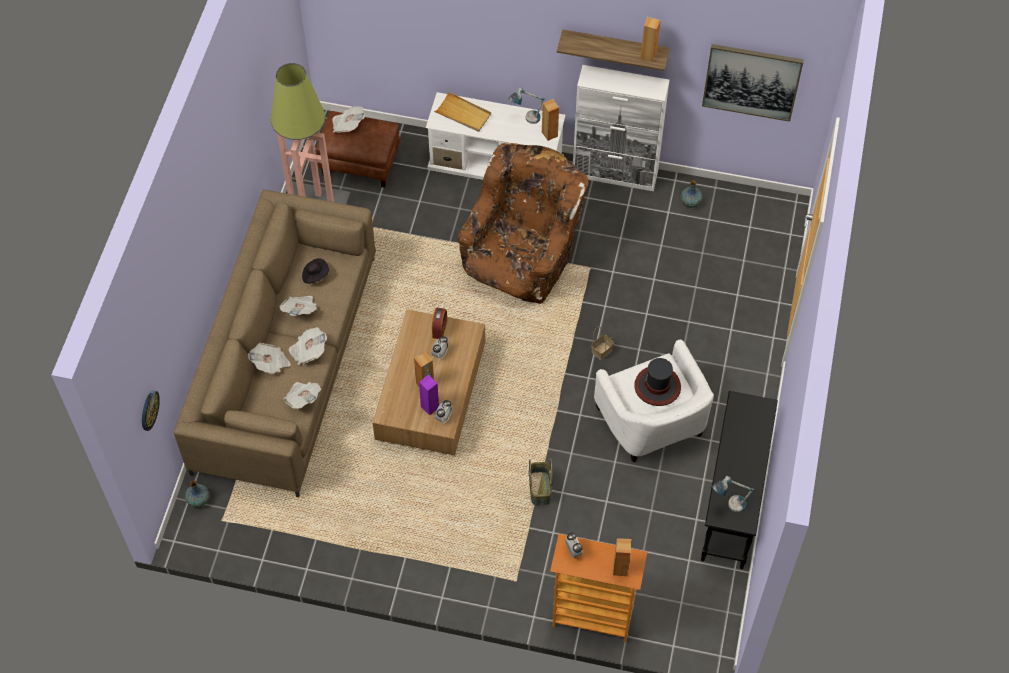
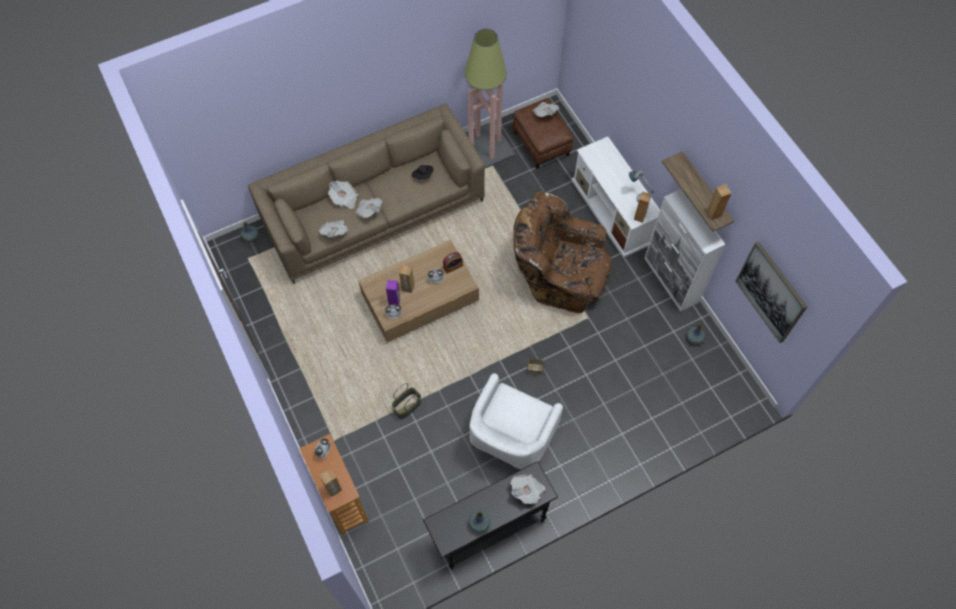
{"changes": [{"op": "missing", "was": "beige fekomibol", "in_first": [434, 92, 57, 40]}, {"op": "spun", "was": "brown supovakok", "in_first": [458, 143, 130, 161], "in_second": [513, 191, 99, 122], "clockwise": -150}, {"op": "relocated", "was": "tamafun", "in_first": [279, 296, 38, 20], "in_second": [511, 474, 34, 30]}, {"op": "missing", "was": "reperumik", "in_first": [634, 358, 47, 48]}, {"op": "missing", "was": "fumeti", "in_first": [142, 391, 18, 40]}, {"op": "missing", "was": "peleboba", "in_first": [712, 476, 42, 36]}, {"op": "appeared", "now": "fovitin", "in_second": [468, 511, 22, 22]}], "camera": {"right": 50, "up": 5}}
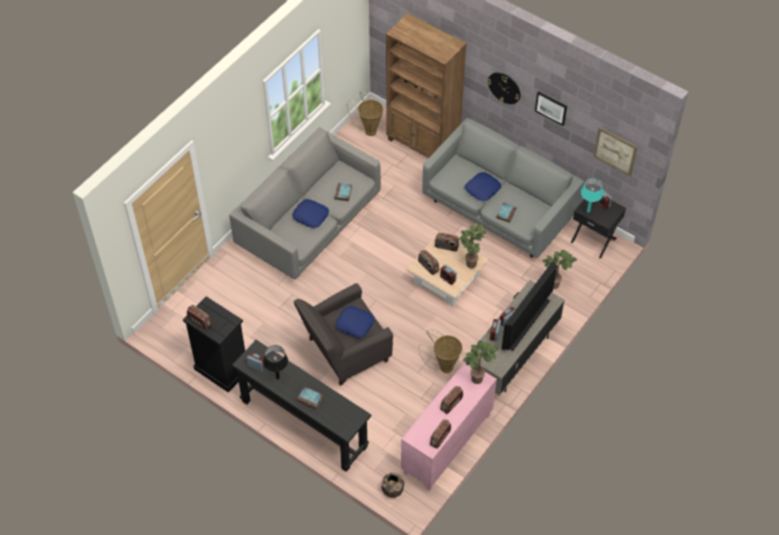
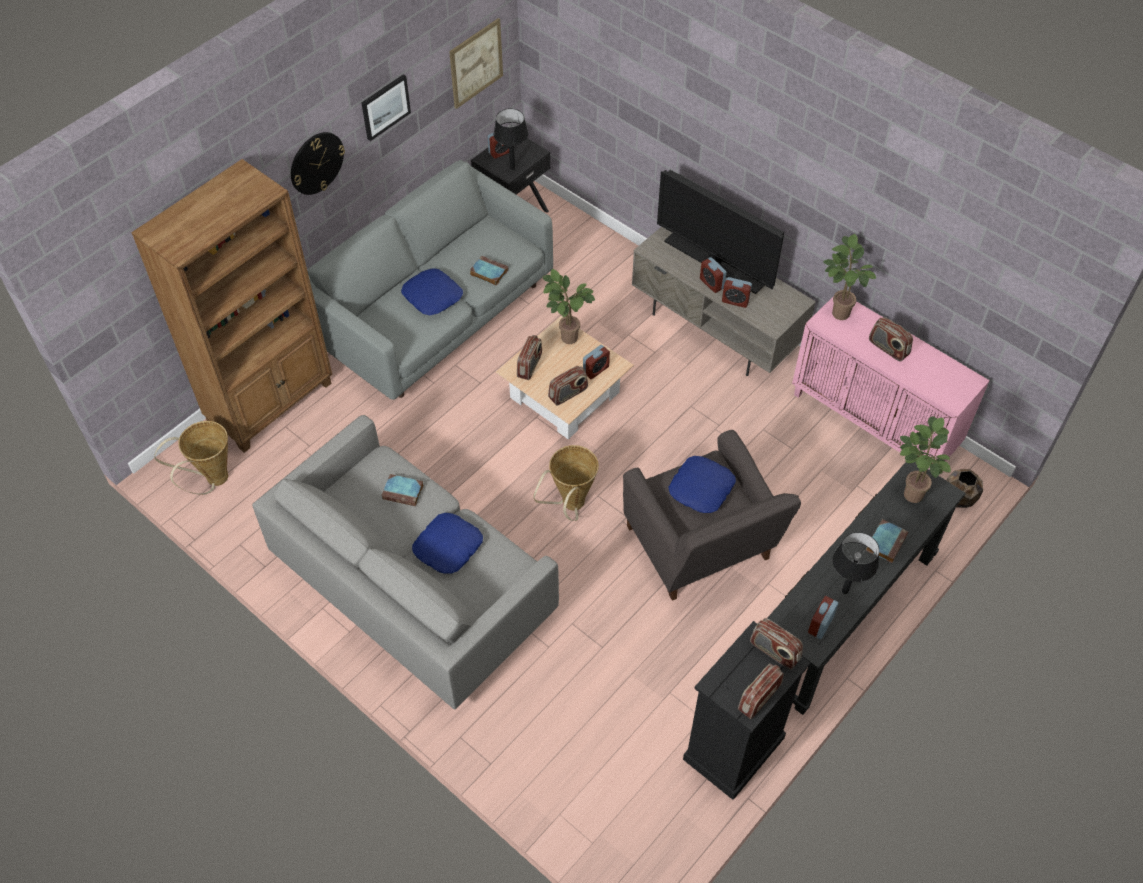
{"changes": [{"op": "colour", "was": "turquoise peleboba", "now": "black peleboba", "in_first": [581, 178, 22, 35], "in_second": [493, 108, 35, 62]}, {"op": "relocated", "was": "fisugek", "in_first": [542, 250, 35, 39], "in_second": [900, 416, 51, 87]}, {"op": "relocated", "was": "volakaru", "in_first": [418, 329, 45, 44], "in_second": [533, 445, 66, 76]}, {"op": "relocated", "was": "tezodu", "in_first": [430, 419, 21, 30], "in_second": [750, 618, 53, 52]}], "camera": {"right": -85, "up": 0}}
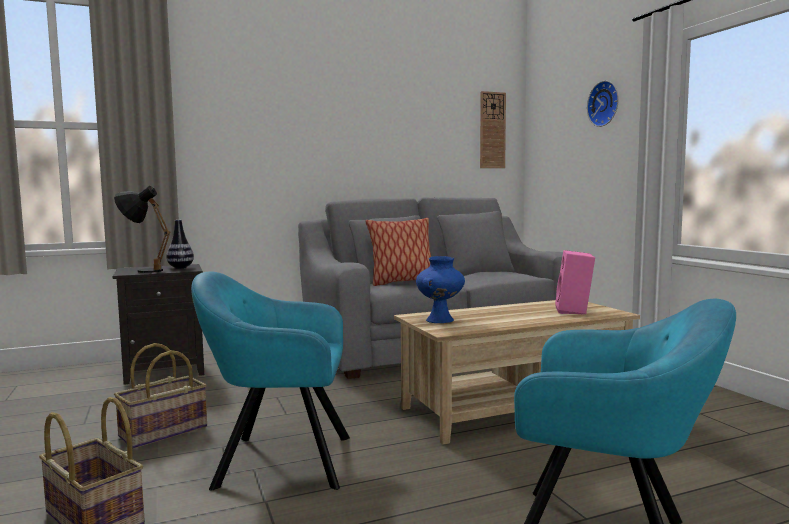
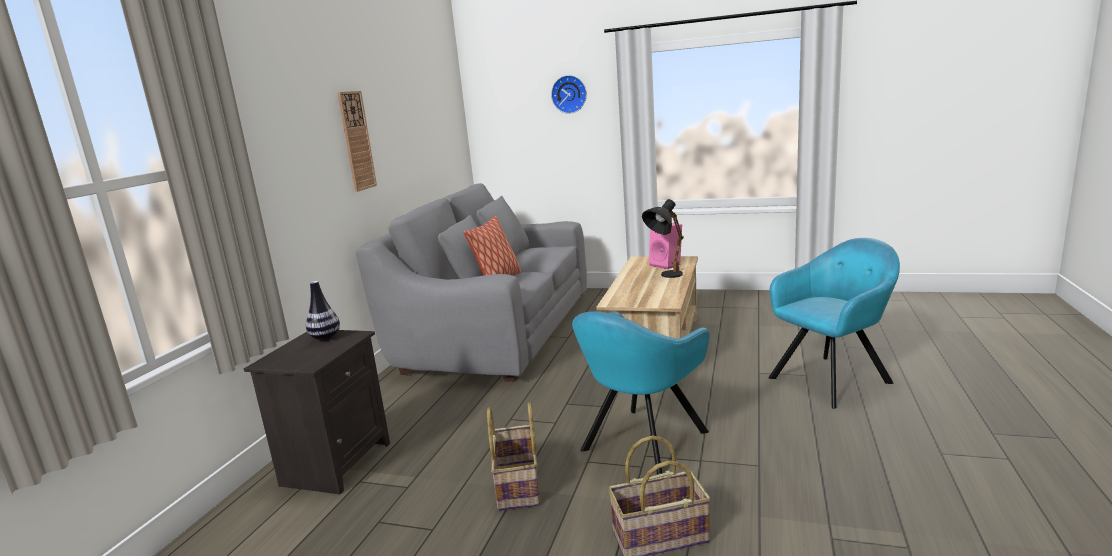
{"changes": [{"op": "relocated", "was": "fumeti", "in_first": [480, 91, 26, 77], "in_second": [337, 91, 40, 101]}, {"op": "relocated", "was": "black peleboba", "in_first": [114, 186, 56, 87], "in_second": [642, 199, 42, 79]}, {"op": "missing", "was": "blue fovitin", "in_first": [416, 256, 49, 67]}], "camera": {"right": -50, "up": 10}}
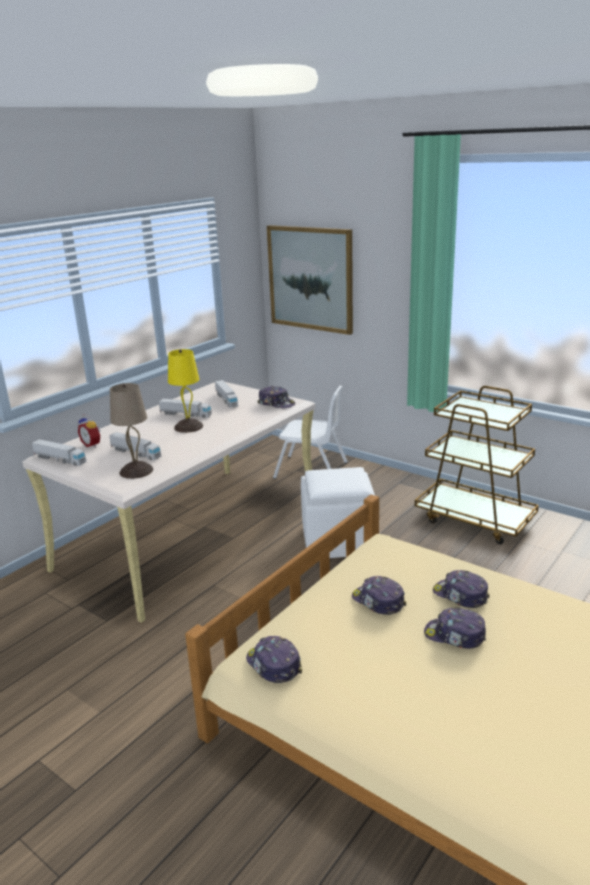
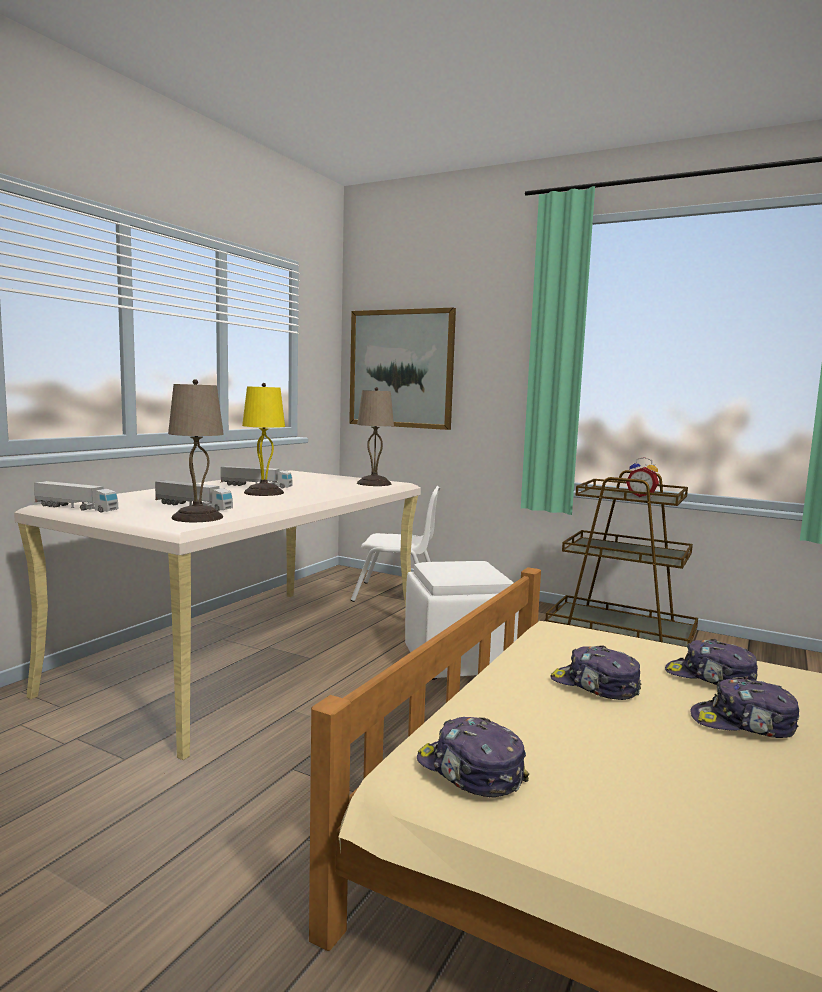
{"changes": [{"op": "missing", "was": "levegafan", "in_first": [215, 380, 23, 28]}, {"op": "exchanged", "was": "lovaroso", "now": "beige peleboba", "in_first": [258, 386, 37, 22], "in_second": [357, 387, 37, 99]}, {"op": "relocated", "was": "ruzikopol", "in_first": [78, 414, 23, 34], "in_second": [626, 457, 33, 41]}], "camera": {"right": -10, "up": -15}}
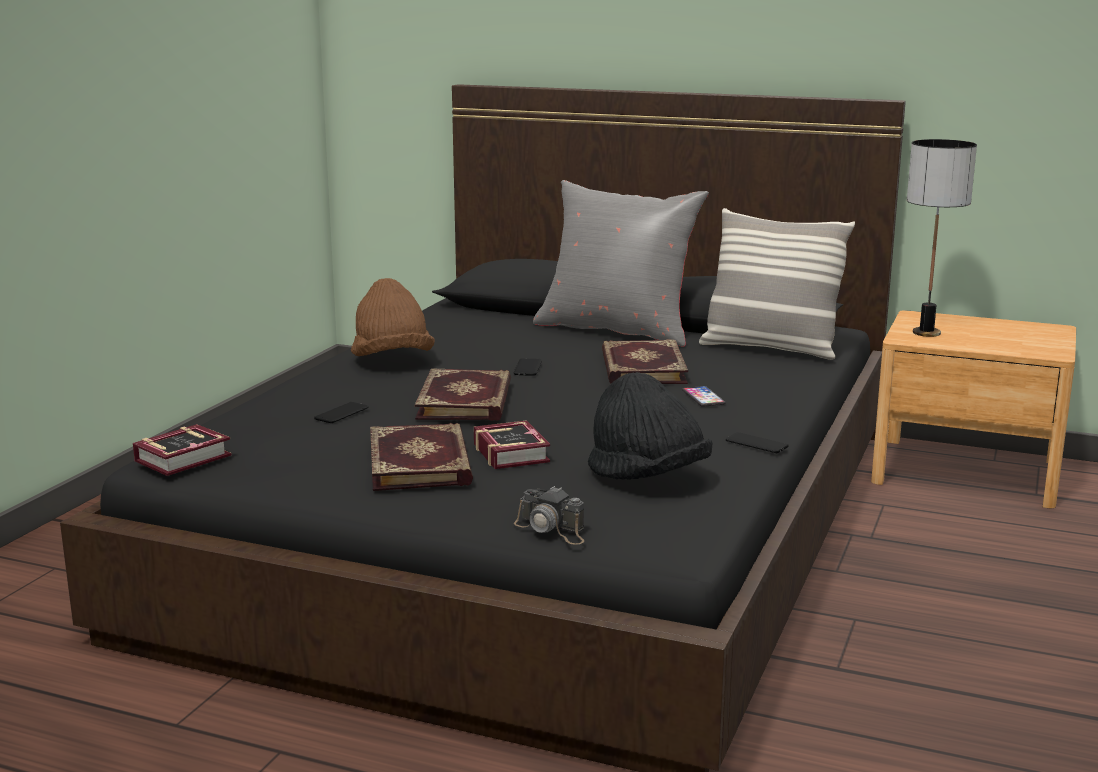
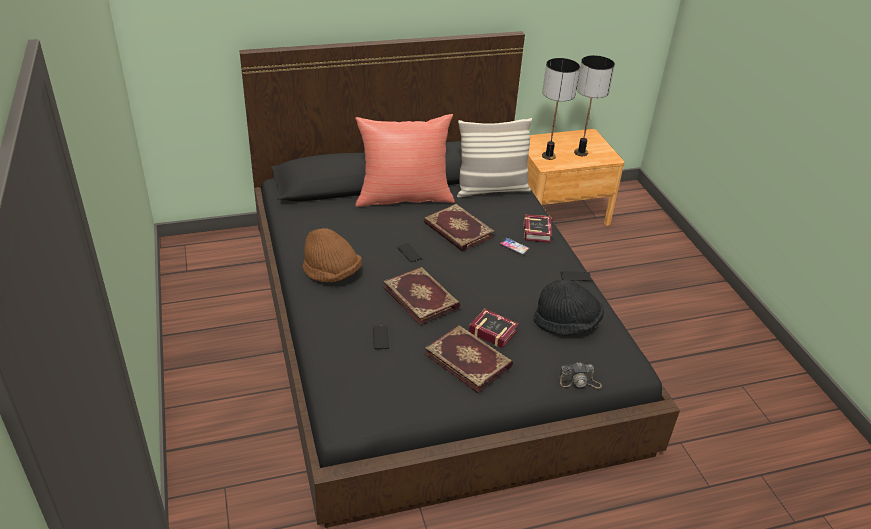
{"changes": [{"op": "colour", "was": "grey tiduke", "now": "red tiduke", "in_first": [533, 180, 176, 167], "in_second": [355, 114, 100, 93]}, {"op": "relocated", "was": "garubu", "in_first": [133, 424, 99, 52], "in_second": [523, 214, 29, 29]}, {"op": "appeared", "now": "peleboba", "in_second": [574, 55, 41, 101]}], "camera": {"right": -40, "up": 20}}
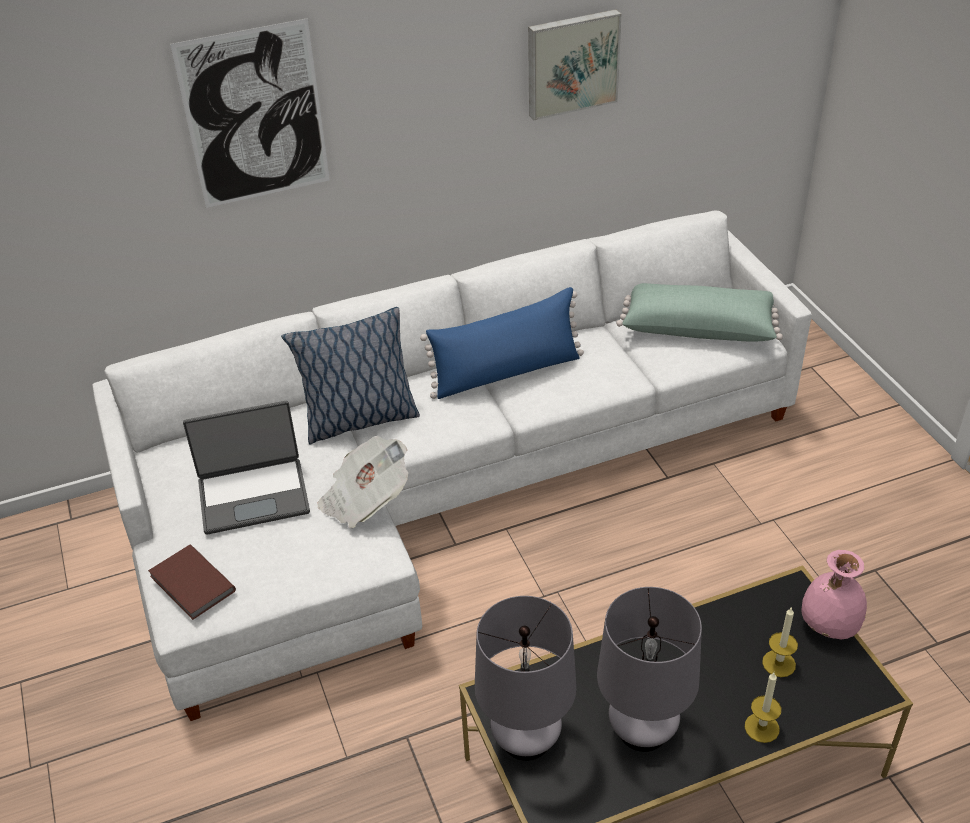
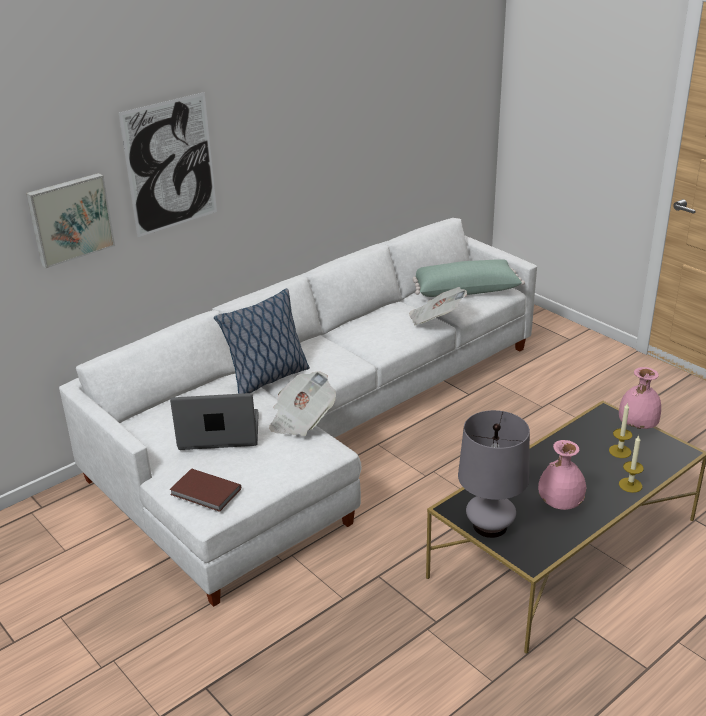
{"changes": [{"op": "relocated", "was": "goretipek", "in_first": [528, 9, 93, 111], "in_second": [26, 173, 89, 95]}, {"op": "missing", "was": "blue tiduke", "in_first": [420, 287, 164, 112]}, {"op": "spun", "was": "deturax", "in_first": [183, 401, 127, 134], "in_second": [170, 393, 88, 57], "clockwise": -150}, {"op": "exchanged", "was": "grey peleboba", "now": "pink fovitin", "in_first": [597, 587, 105, 165], "in_second": [538, 440, 48, 70]}, {"op": "appeared", "now": "tamafun", "in_second": [409, 287, 58, 39]}], "camera": {"right": -20, "up": -10}}
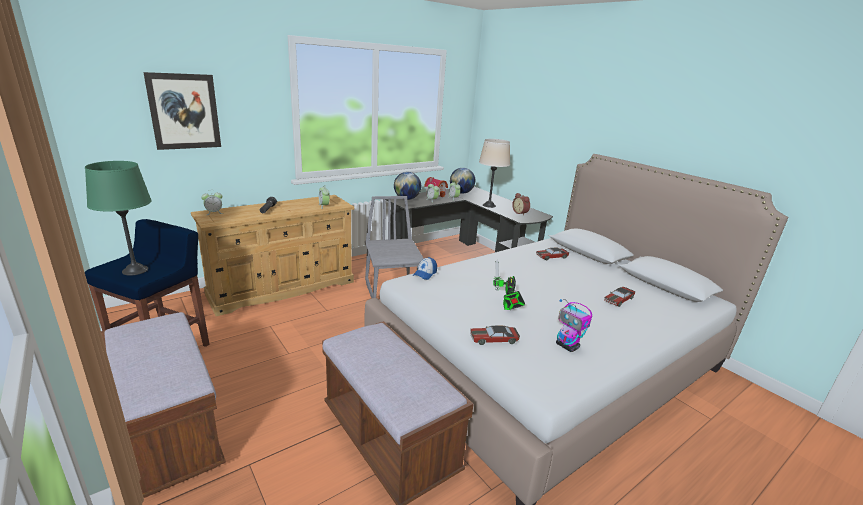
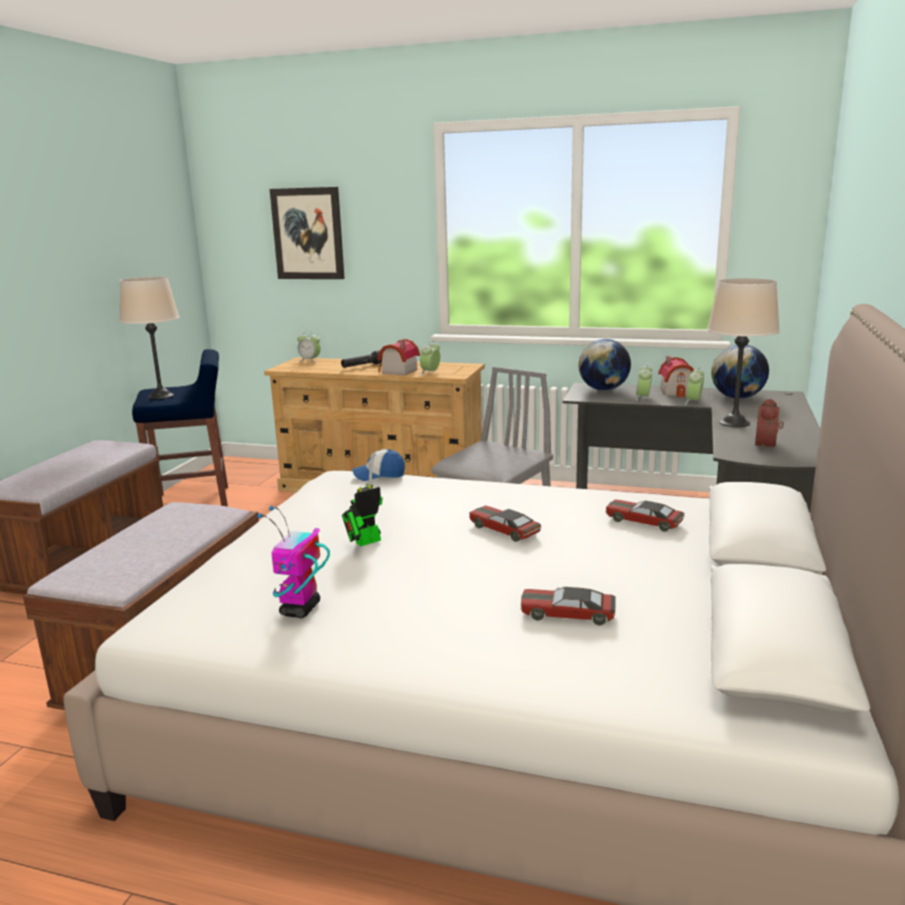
{"changes": [{"op": "colour", "was": "green peleboba", "now": "beige peleboba", "in_first": [85, 161, 67, 115], "in_second": [120, 276, 59, 123]}, {"op": "relocated", "was": "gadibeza", "in_first": [470, 326, 50, 19], "in_second": [469, 506, 72, 36]}, {"op": "appeared", "now": "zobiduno", "in_second": [378, 339, 42, 36]}], "camera": {"right": 55, "up": -5}}
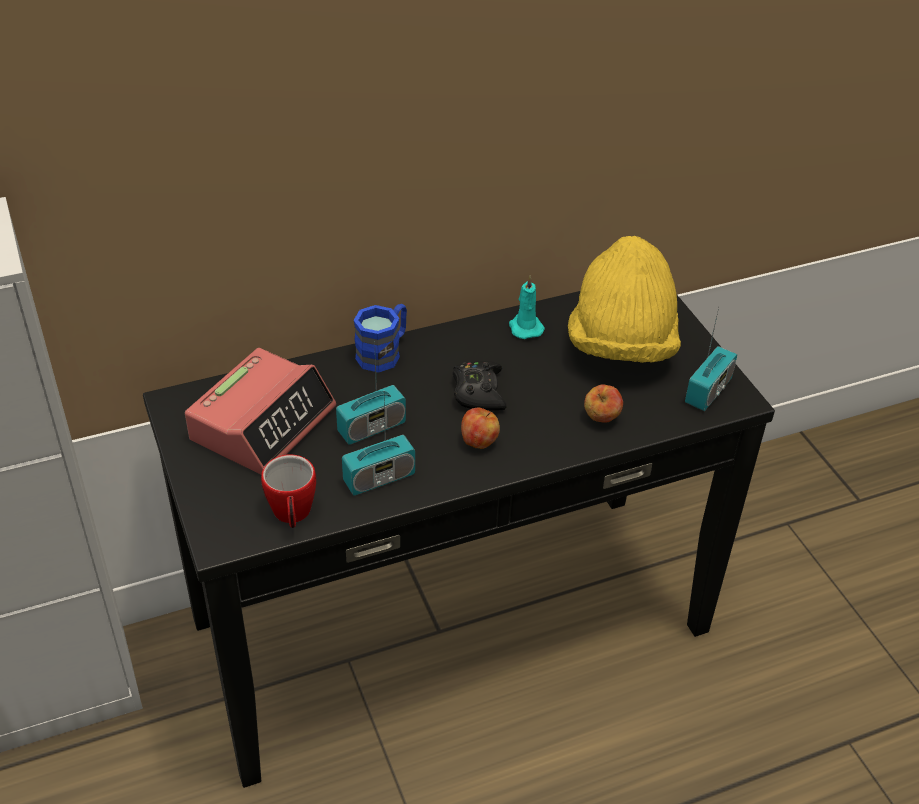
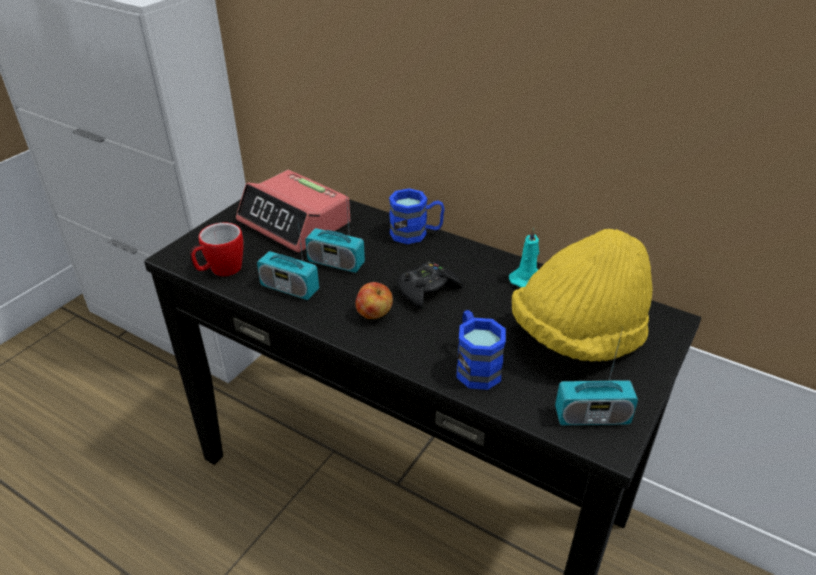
{"changes": [{"op": "spun", "was": "ruzikopol", "in_first": [185, 348, 151, 127], "in_second": [236, 170, 115, 83], "clockwise": 45}, {"op": "exchanged", "was": "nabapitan", "now": "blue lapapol", "in_first": [584, 385, 39, 38], "in_second": [456, 310, 50, 80]}], "camera": {"right": 55, "up": -5}}
